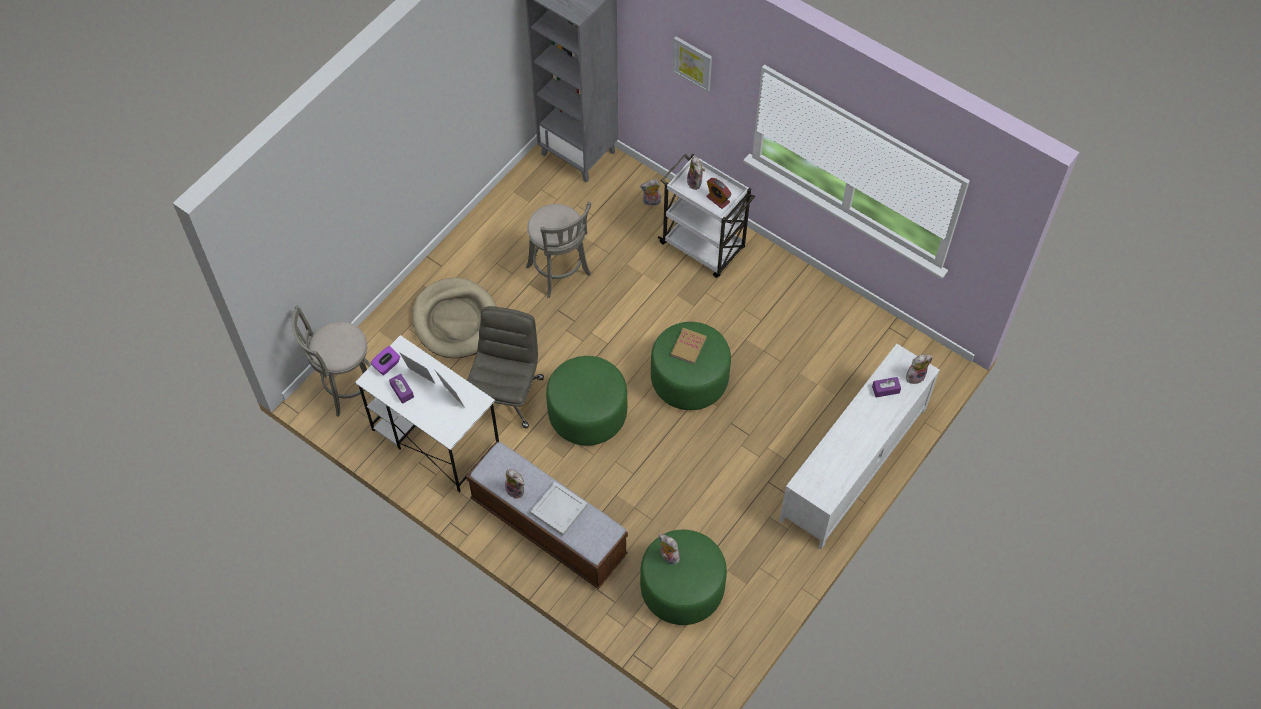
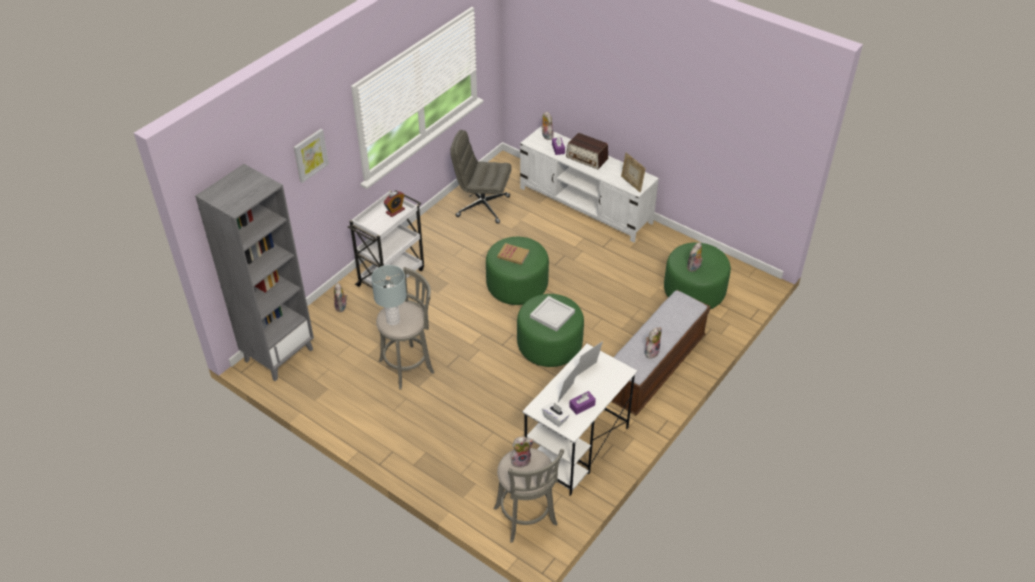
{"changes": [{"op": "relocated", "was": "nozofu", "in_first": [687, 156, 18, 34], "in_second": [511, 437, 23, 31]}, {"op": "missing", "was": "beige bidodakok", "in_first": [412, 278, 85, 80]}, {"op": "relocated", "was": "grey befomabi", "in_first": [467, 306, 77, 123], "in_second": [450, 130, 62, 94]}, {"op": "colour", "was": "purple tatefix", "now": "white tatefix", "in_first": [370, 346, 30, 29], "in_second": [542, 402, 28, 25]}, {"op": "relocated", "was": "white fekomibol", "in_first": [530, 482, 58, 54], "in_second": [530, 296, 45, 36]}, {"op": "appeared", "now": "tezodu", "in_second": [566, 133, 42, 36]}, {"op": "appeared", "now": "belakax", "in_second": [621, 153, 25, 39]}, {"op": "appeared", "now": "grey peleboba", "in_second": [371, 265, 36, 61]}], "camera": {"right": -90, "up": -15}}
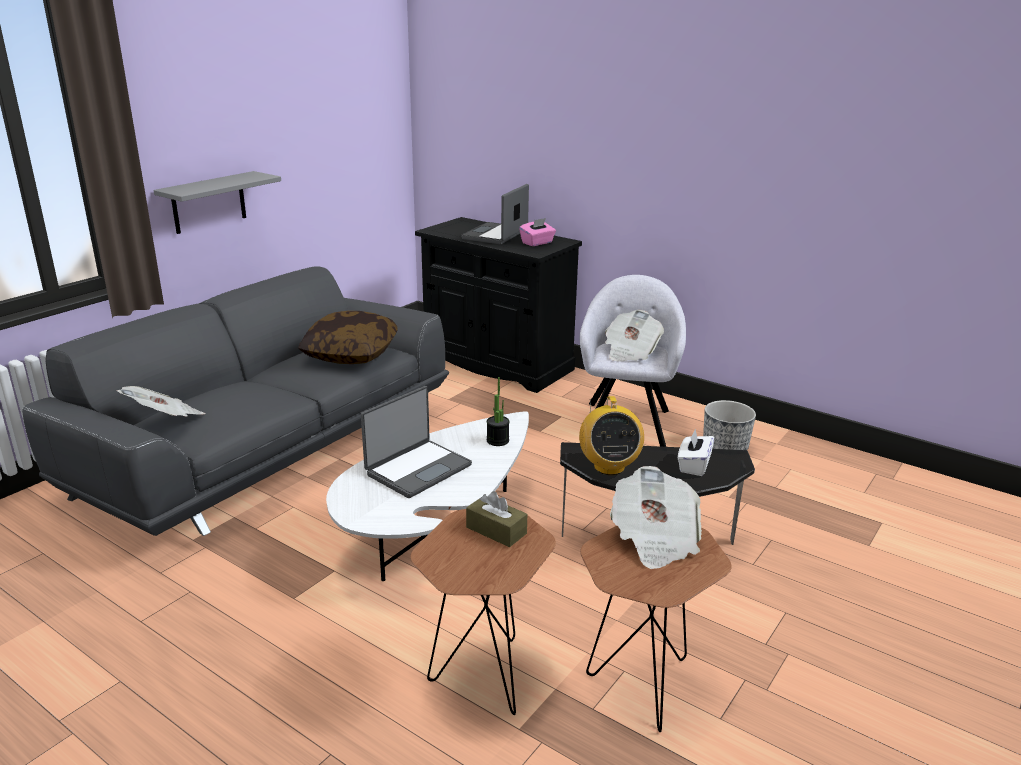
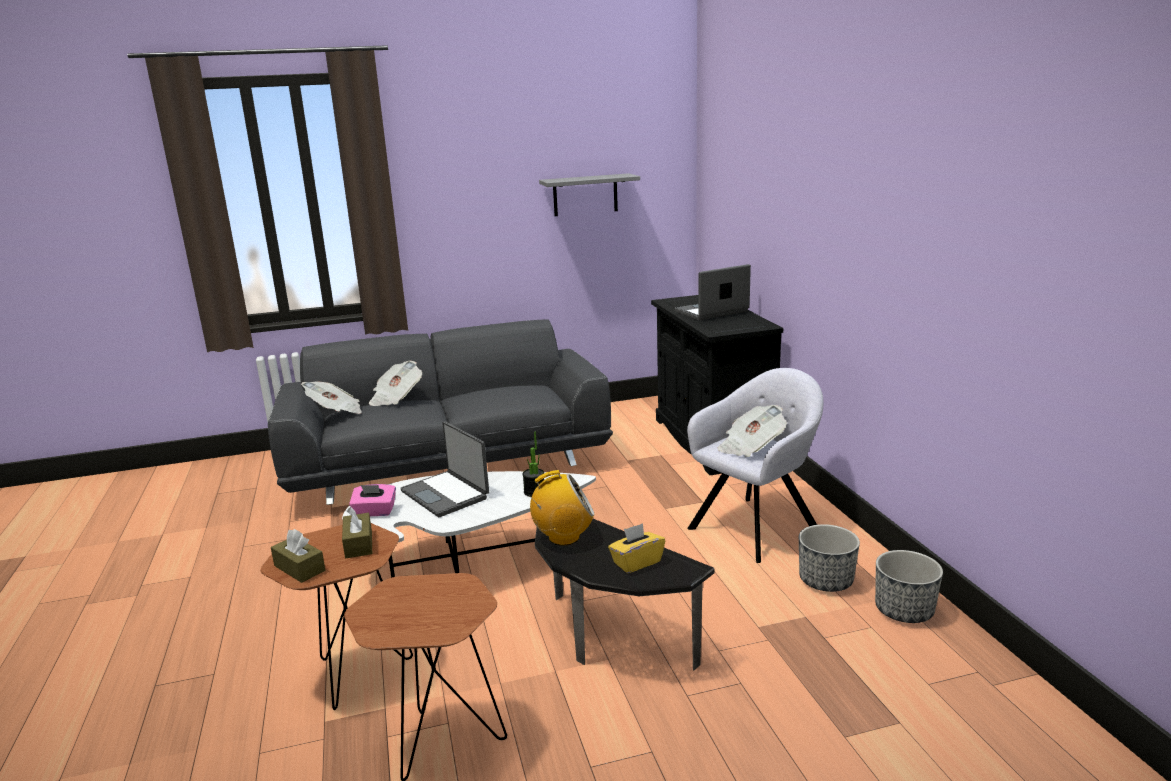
{"changes": [{"op": "relocated", "was": "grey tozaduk", "in_first": [153, 171, 128, 63], "in_second": [539, 173, 101, 43]}, {"op": "relocated", "was": "pink tatefix", "in_first": [519, 218, 37, 28], "in_second": [349, 484, 47, 32]}, {"op": "missing", "was": "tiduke", "in_first": [298, 311, 100, 53]}, {"op": "spun", "was": "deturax", "in_first": [361, 386, 111, 112], "in_second": [400, 421, 89, 96], "clockwise": 60}, {"op": "spun", "was": "tezodu", "in_first": [579, 396, 65, 79], "in_second": [529, 470, 66, 76], "clockwise": -135}, {"op": "colour", "was": "white tatefix", "now": "yellow tatefix", "in_first": [678, 429, 36, 47], "in_second": [608, 523, 57, 50]}, {"op": "relocated", "was": "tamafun", "in_first": [610, 466, 92, 103], "in_second": [369, 361, 53, 45]}, {"op": "appeared", "now": "brown tatefix", "in_second": [271, 529, 54, 54]}, {"op": "appeared", "now": "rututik", "in_second": [875, 550, 68, 73]}], "camera": {"right": 40, "up": -5}}
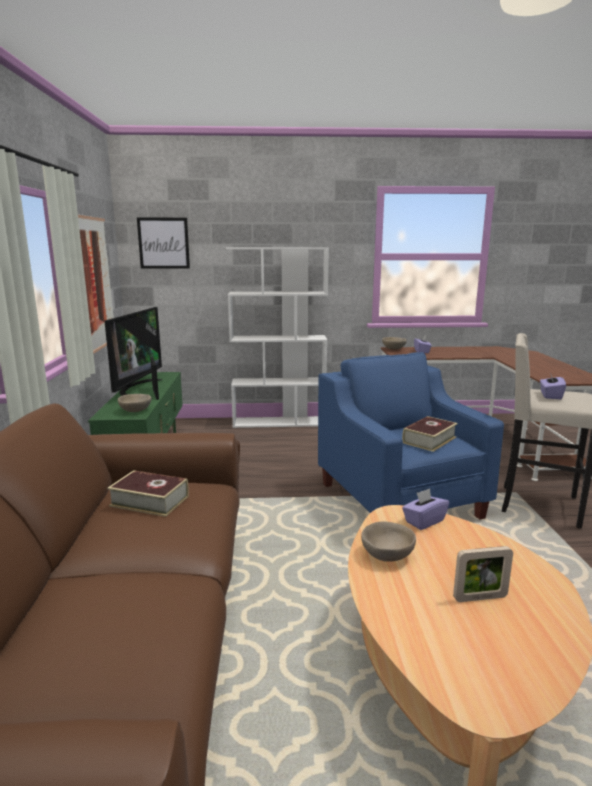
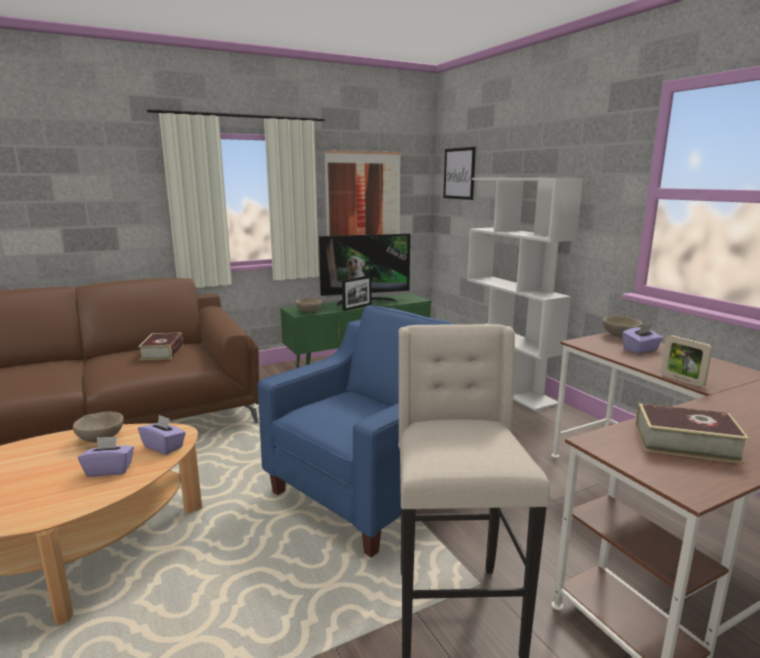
{"changes": [{"op": "relocated", "was": "purple tatefix", "in_first": [540, 373, 26, 26], "in_second": [78, 436, 56, 41]}, {"op": "relocated", "was": "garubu", "in_first": [402, 416, 56, 36], "in_second": [635, 403, 114, 61]}, {"op": "relocated", "was": "belakax", "in_first": [453, 546, 60, 56], "in_second": [661, 335, 52, 52]}], "camera": {"right": 65, "up": 0}}
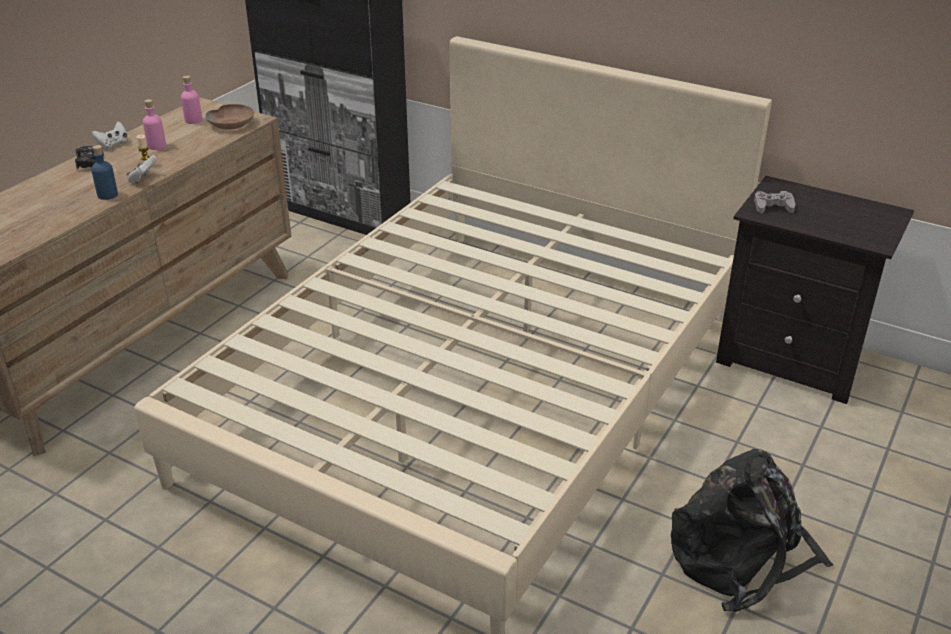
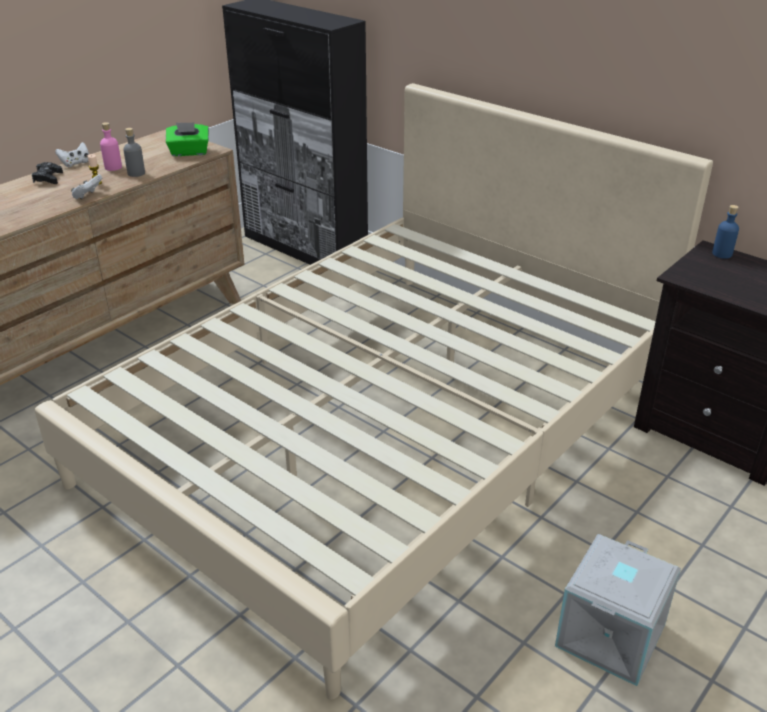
{"changes": [{"op": "missing", "was": "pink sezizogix", "in_first": [181, 76, 21, 48]}, {"op": "exchanged", "was": "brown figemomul", "now": "green tatefix", "in_first": [205, 104, 49, 26], "in_second": [166, 122, 43, 34]}, {"op": "relocated", "was": "blue sezizogix", "in_first": [91, 145, 27, 55], "in_second": [712, 205, 27, 54]}, {"op": "missing", "was": "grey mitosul", "in_first": [754, 191, 41, 22]}, {"op": "exchanged", "was": "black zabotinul", "now": "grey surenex", "in_first": [671, 449, 162, 163], "in_second": [555, 534, 126, 152]}, {"op": "appeared", "now": "grey sezizogix", "in_second": [123, 128, 22, 49]}], "camera": {"right": 10, "up": 0}}
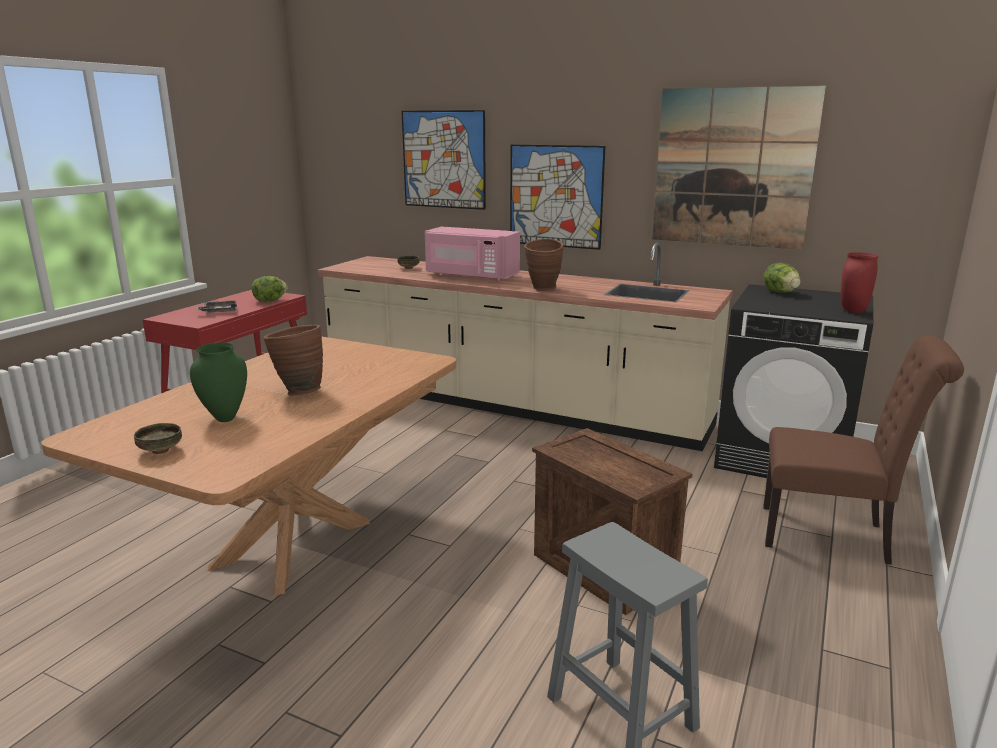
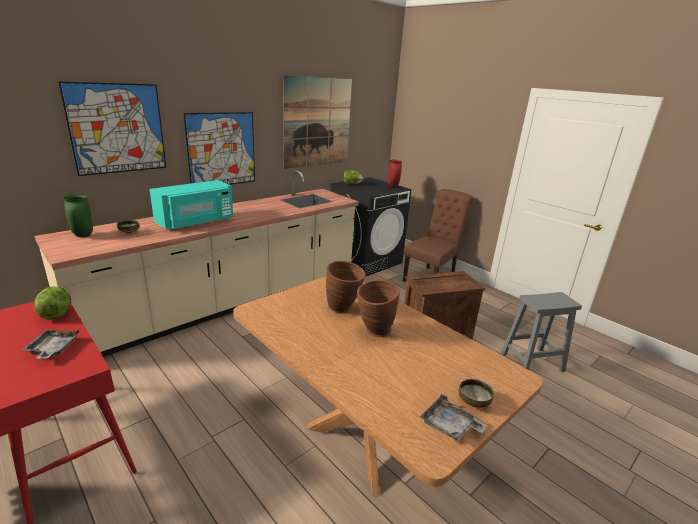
{"changes": [{"op": "colour", "was": "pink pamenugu", "now": "turquoise pamenugu", "in_first": [425, 227, 95, 54], "in_second": [150, 180, 83, 49]}, {"op": "relocated", "was": "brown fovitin", "in_first": [524, 239, 40, 52], "in_second": [326, 261, 40, 52]}, {"op": "relocated", "was": "green fovitin", "in_first": [190, 342, 57, 80], "in_second": [64, 195, 29, 42]}, {"op": "appeared", "now": "grey fekomibol", "in_second": [420, 394, 67, 46]}], "camera": {"right": -70, "up": 5}}
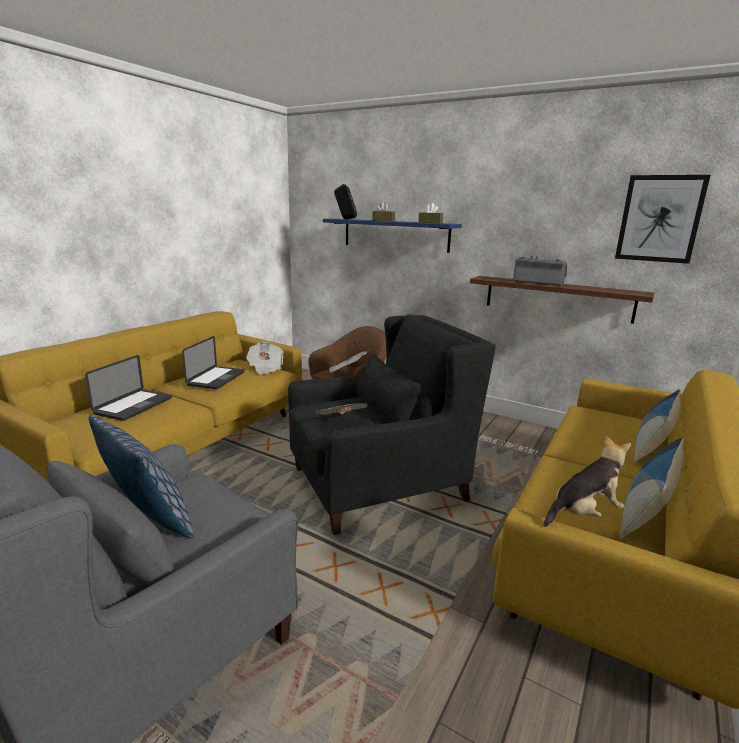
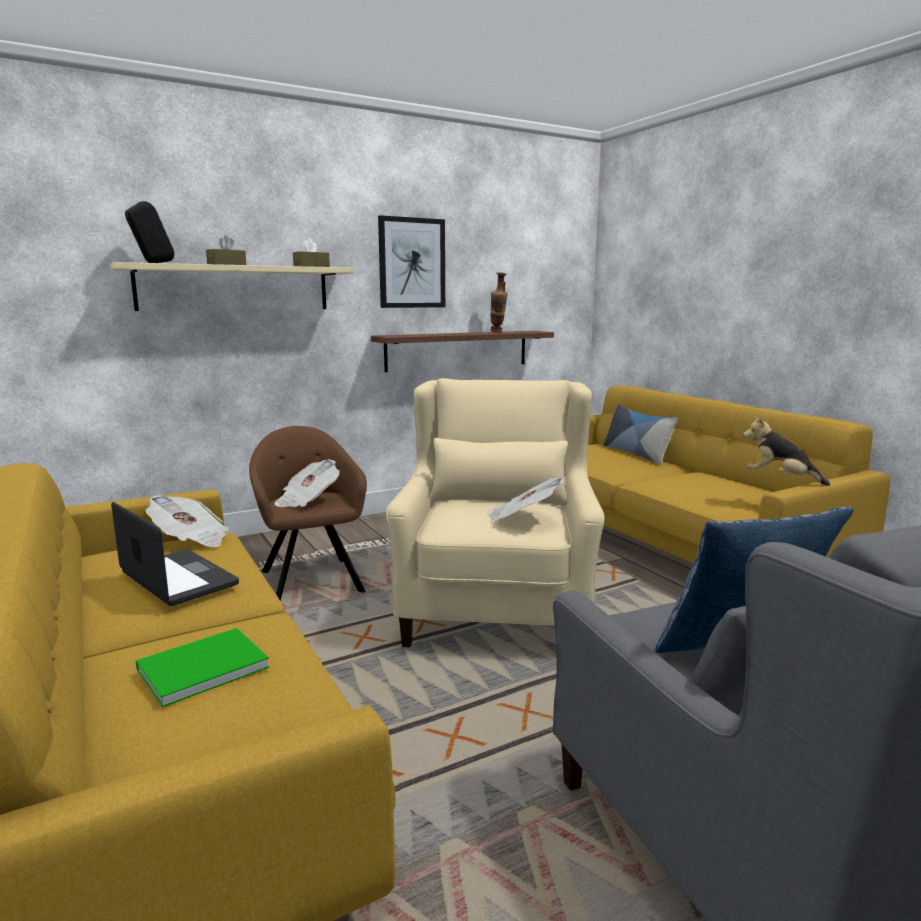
{"changes": [{"op": "relocated", "was": "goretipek", "in_first": [615, 175, 95, 89], "in_second": [378, 215, 67, 93]}, {"op": "colour", "was": "blue tozaduk", "now": "beige tozaduk", "in_first": [323, 219, 139, 34], "in_second": [111, 262, 242, 49]}, {"op": "missing", "was": "tezodu", "in_first": [513, 256, 54, 30]}, {"op": "colour", "was": "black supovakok", "now": "beige supovakok", "in_first": [288, 315, 208, 220], "in_second": [386, 378, 218, 269]}, {"op": "exchanged", "was": "deturax", "now": "green garubu", "in_first": [85, 355, 87, 66], "in_second": [136, 628, 134, 79]}, {"op": "spun", "was": "nozofu", "in_first": [544, 436, 87, 91], "in_second": [743, 416, 87, 70], "clockwise": -60}, {"op": "missing", "was": "tiduke", "in_first": [619, 437, 65, 102]}, {"op": "appeared", "now": "fovitin", "in_second": [490, 272, 18, 61]}], "camera": {"right": -60, "up": -5}}
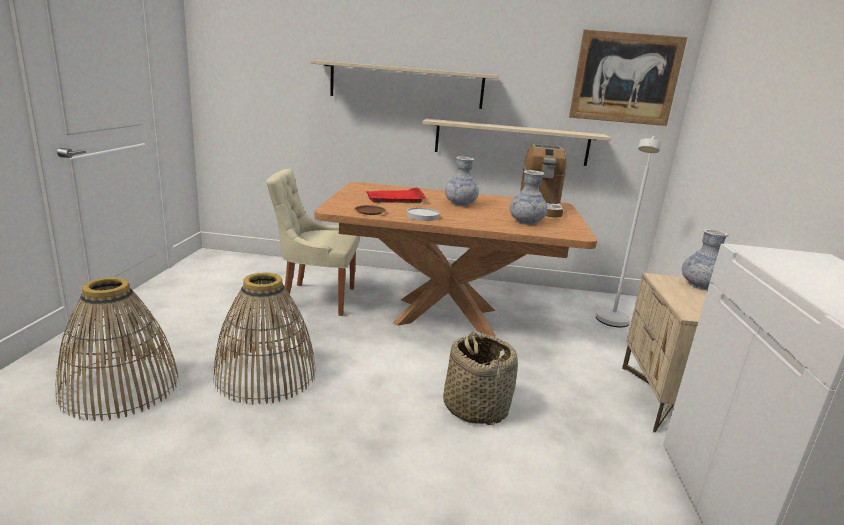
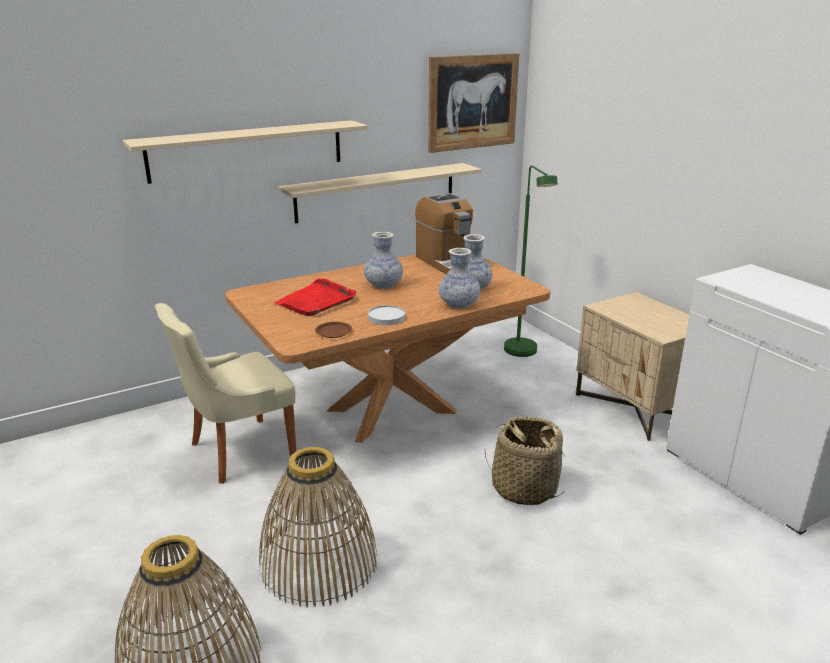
{"changes": [{"op": "colour", "was": "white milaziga", "now": "green milaziga", "in_first": [596, 136, 66, 191], "in_second": [504, 165, 53, 192]}, {"op": "relocated", "was": "fovitin", "in_first": [682, 229, 46, 61], "in_second": [439, 248, 41, 61]}], "camera": {"right": -35, "up": 5}}
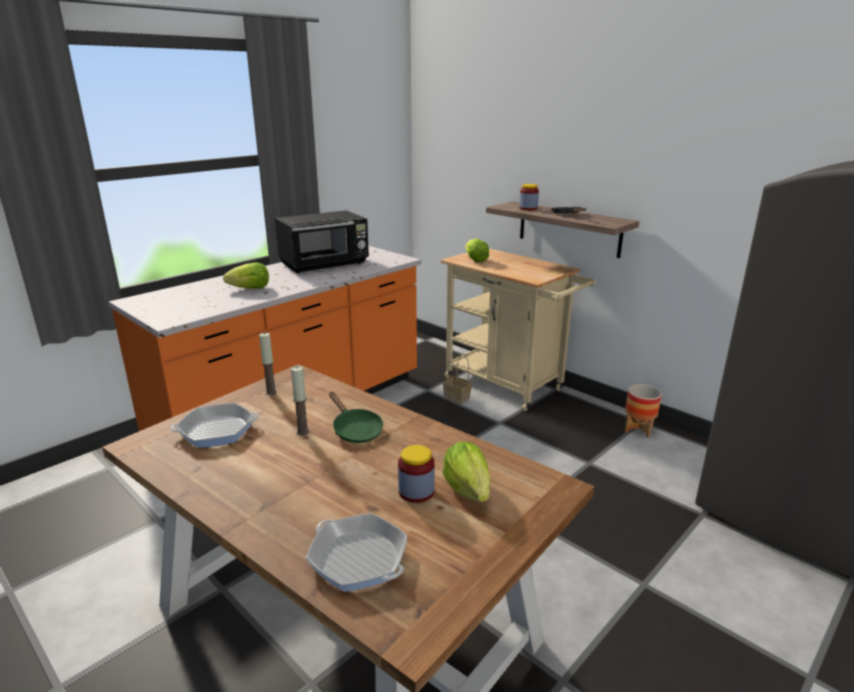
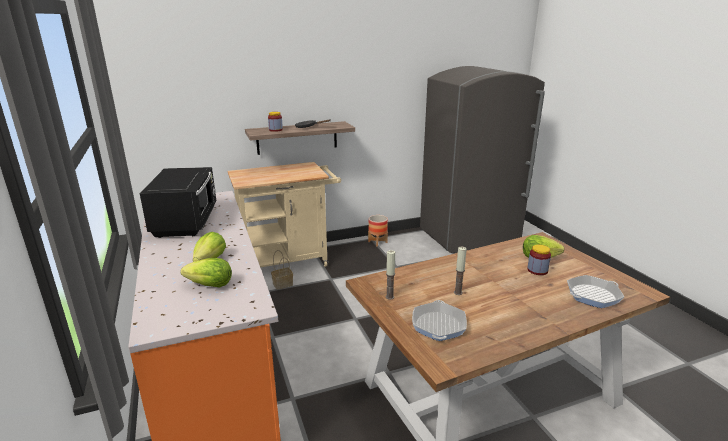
{"changes": [{"op": "relocated", "was": "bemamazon", "in_first": [466, 239, 23, 24], "in_second": [181, 258, 51, 29]}, {"op": "missing", "was": "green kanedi", "in_first": [329, 392, 54, 51]}], "camera": {"right": -65, "up": 0}}
